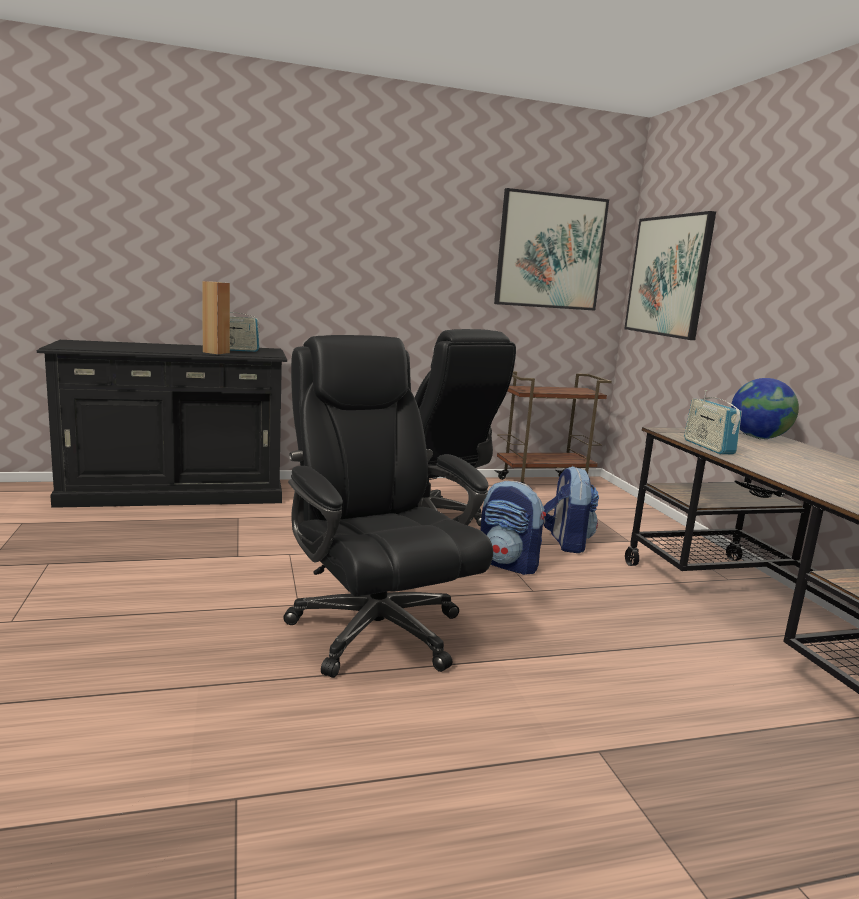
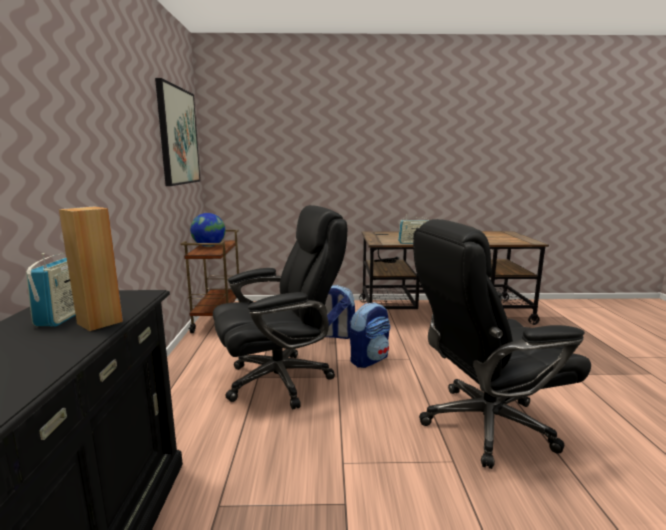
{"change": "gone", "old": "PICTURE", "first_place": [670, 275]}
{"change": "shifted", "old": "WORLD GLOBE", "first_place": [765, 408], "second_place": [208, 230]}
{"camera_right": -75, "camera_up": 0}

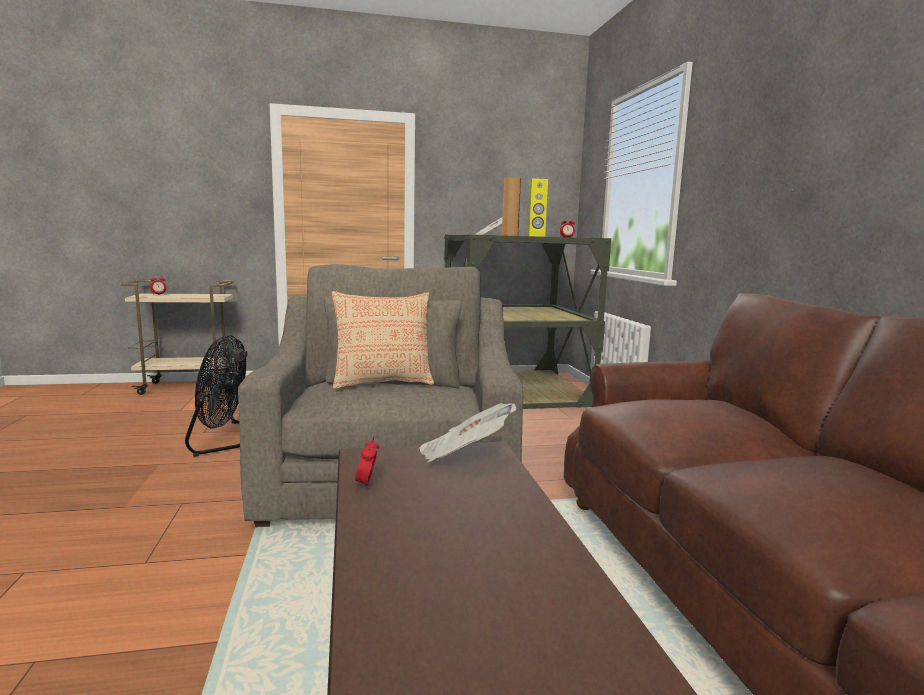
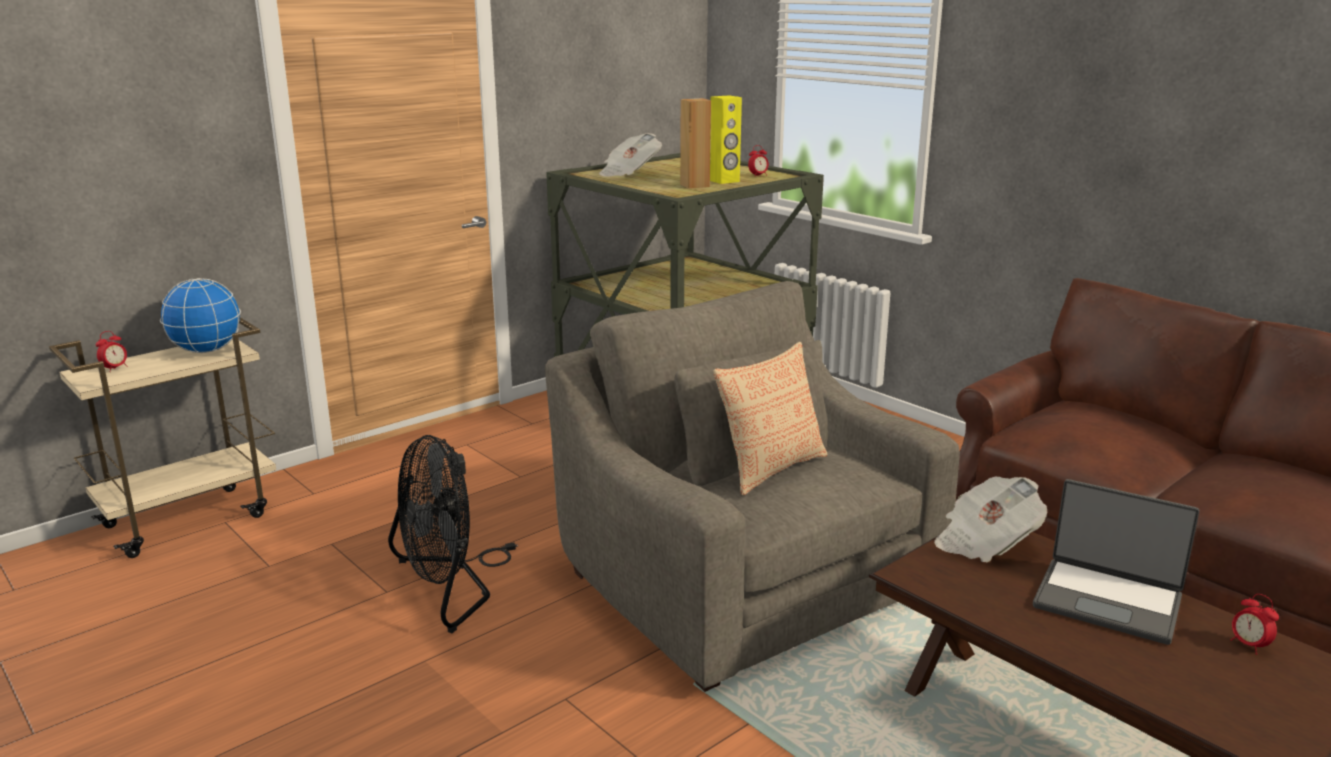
{"change": "new", "new": "WORLD GLOBE", "second_place": [200, 315]}
{"change": "new", "new": "LAPTOP", "second_place": [1116, 562]}
{"change": "shifted", "old": "BEDSIDE CLOCK", "first_place": [367, 463], "second_place": [1254, 624]}
{"camera_right": -30, "camera_up": 10}

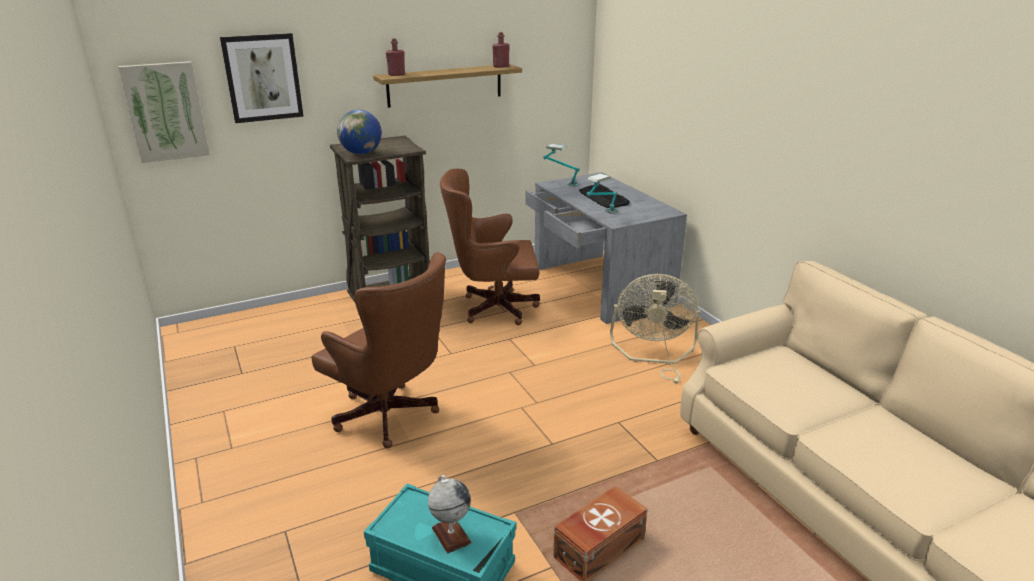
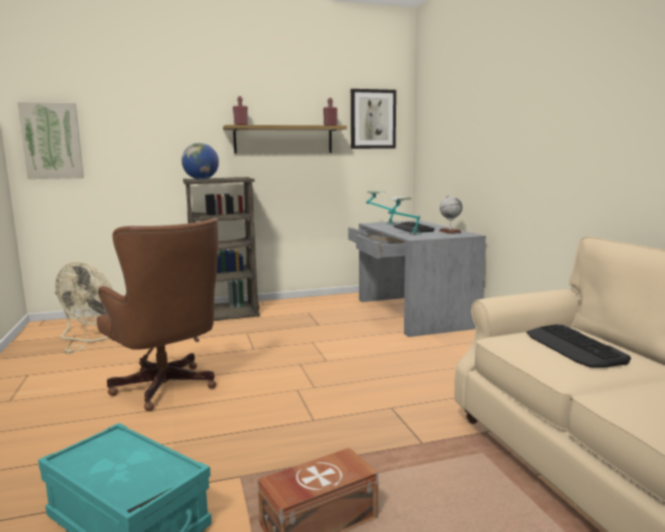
{"change": "gone", "old": "BROWN COMPUTER CHAIR", "first_place": [490, 247]}
{"change": "new", "new": "COMPUTER KEYBOARD", "second_place": [578, 346]}
{"change": "shifted", "old": "PICTURE", "first_place": [262, 78], "second_place": [373, 119]}
{"change": "shifted", "old": "WORLD GLOBE", "first_place": [450, 514], "second_place": [450, 214]}
{"change": "shifted", "old": "BEIGE ELECTRIC FAN", "first_place": [655, 329], "second_place": [84, 308]}
{"camera_right": 10, "camera_up": -15}

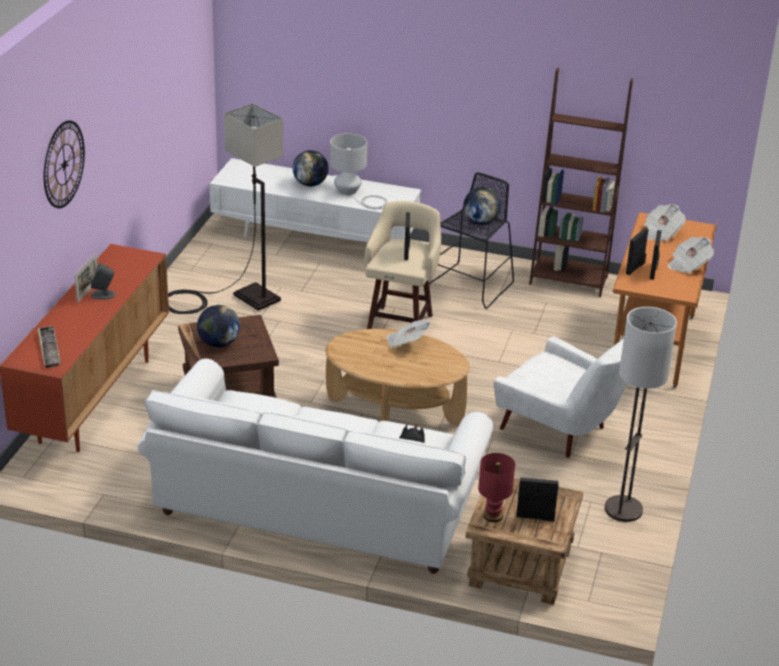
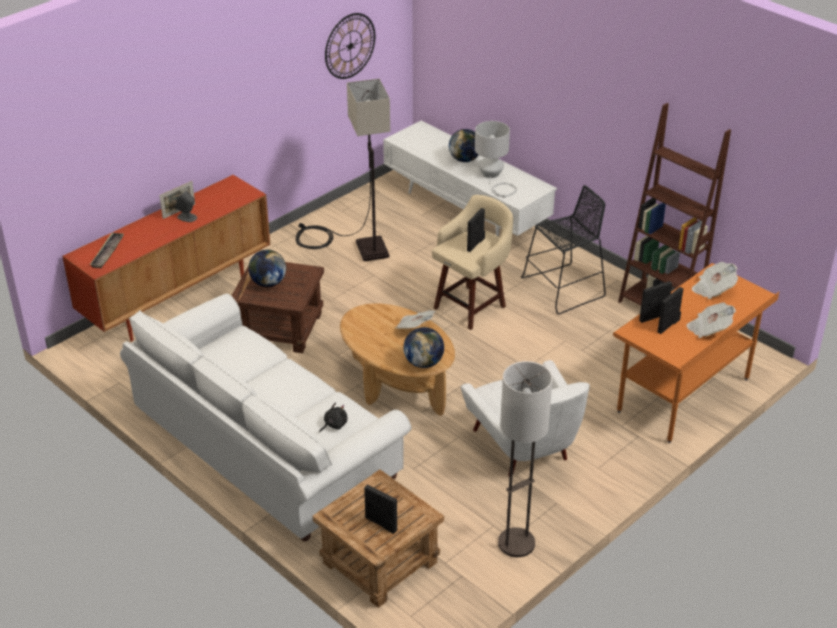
{"change": "gone", "old": "REDDISH TABLE LAMP", "first_place": [496, 487]}
{"change": "shifted", "old": "CLOCK ON THE WALL", "first_place": [64, 164], "second_place": [350, 46]}
{"change": "shifted", "old": "WORLD GLOBE", "first_place": [482, 206], "second_place": [423, 347]}
{"camera_right": 30, "camera_up": 5}

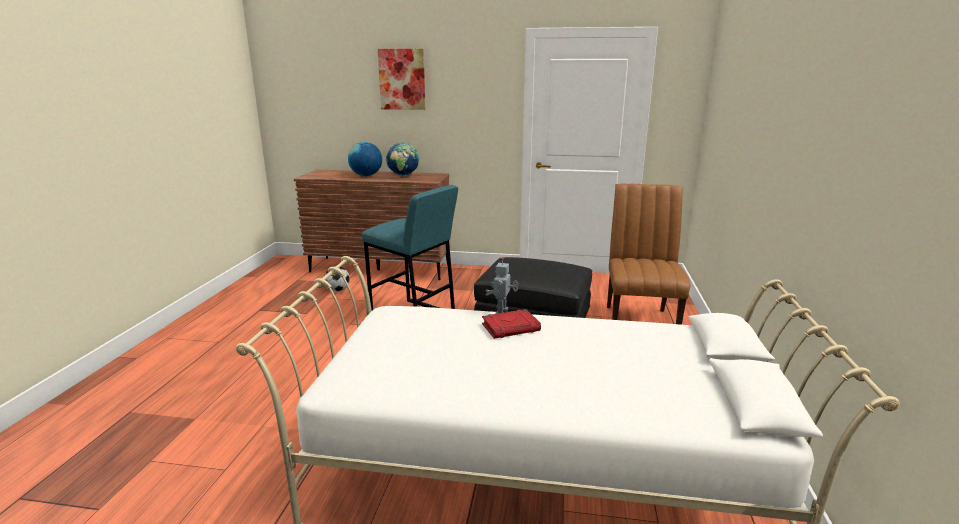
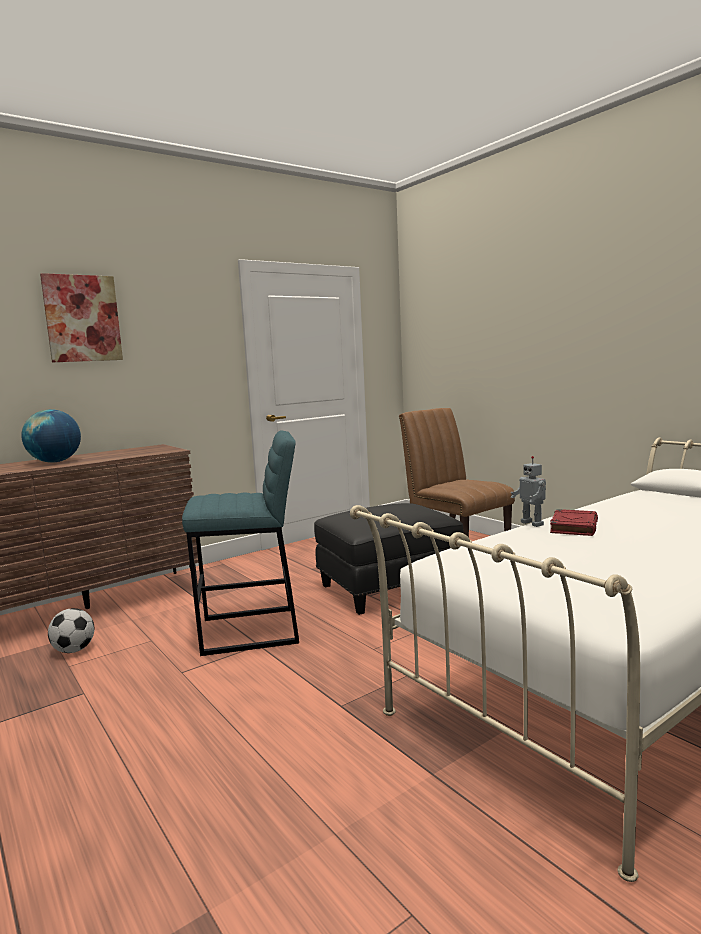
{"change": "gone", "old": "WORLD GLOBE", "first_place": [402, 159]}
{"camera_right": -45, "camera_up": -10}

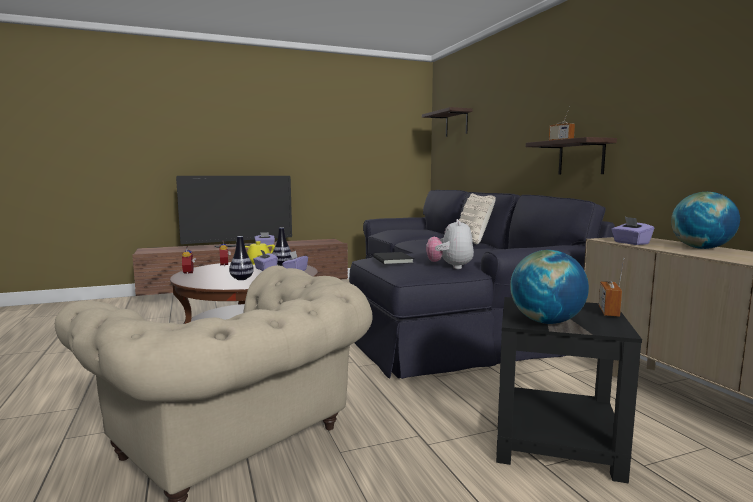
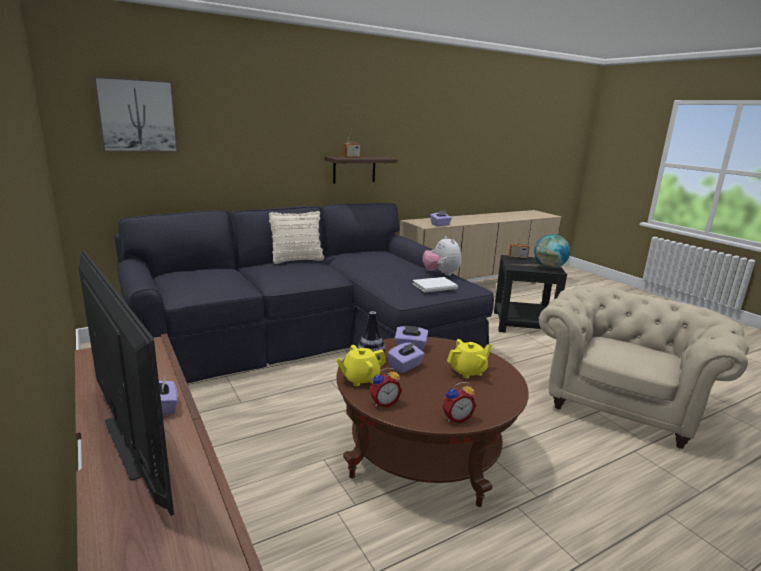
{"change": "gone", "old": "WORLD GLOBE", "first_place": [705, 220]}
{"change": "swapped", "old": "FLOWER VASE", "new": "YELLOW TEAPOT", "first_place": [241, 258], "second_place": [469, 359]}
{"change": "swapped", "old": "WALL SHELF", "new": "PICTURE", "first_place": [447, 122], "second_place": [135, 114]}
{"change": "repainted", "old": "BLACK VOLUME", "new": "WHITE VOLUME", "first_place": [393, 258], "second_place": [435, 284]}
{"change": "rotated", "old": "PLUSH TOY", "first_place": [450, 244], "second_place": [441, 256], "degrees": 75}
{"camera_right": -100, "camera_up": 10}

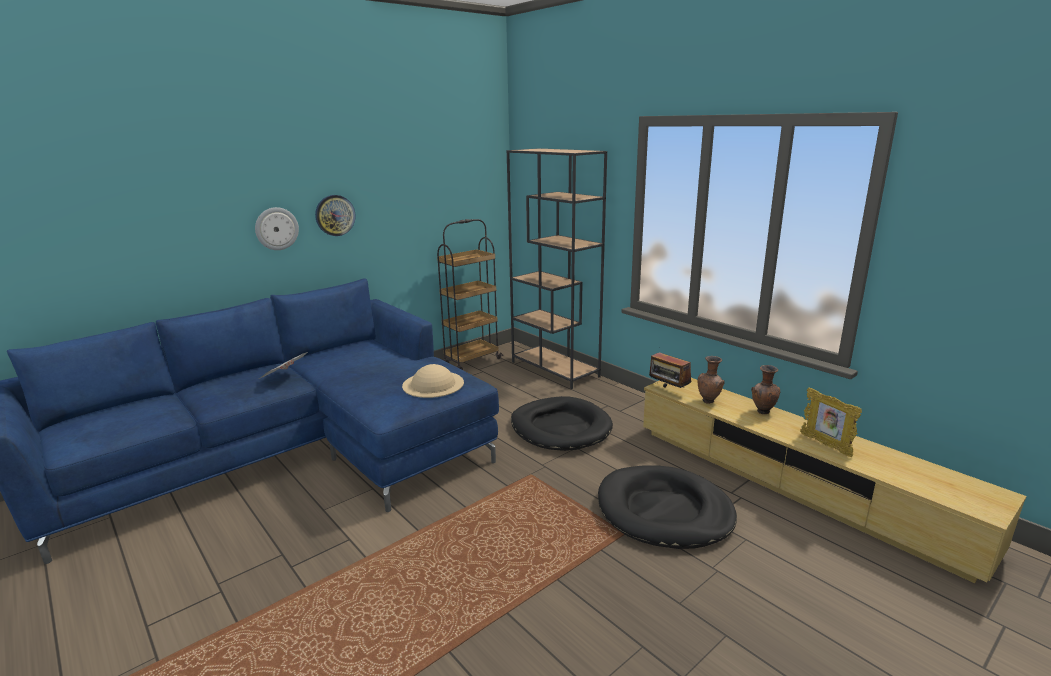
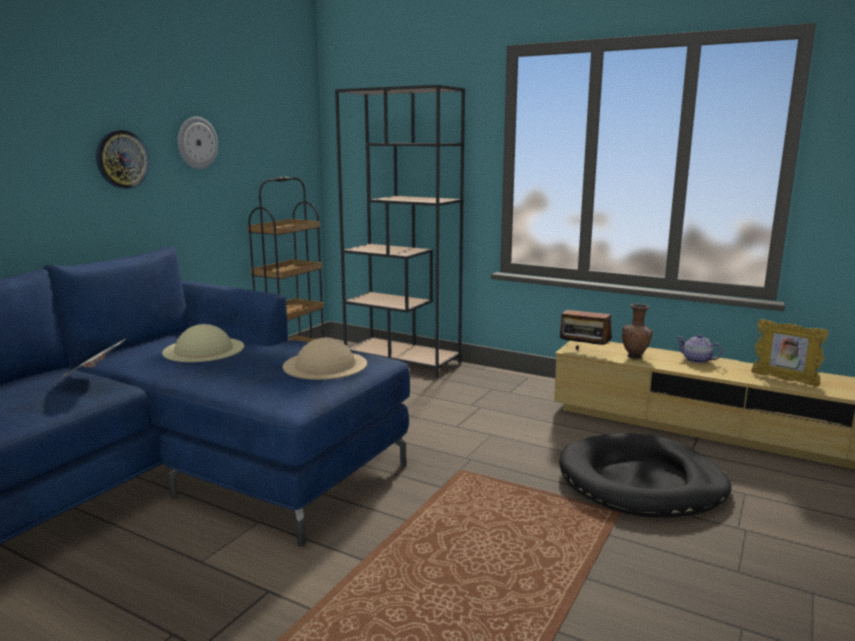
{"change": "gone", "old": "BLACK DOG BED", "first_place": [562, 423]}
{"change": "new", "new": "BEIGE CLOTHING HAT", "second_place": [203, 343]}
{"change": "shifted", "old": "CLOCK ON THE WALL", "first_place": [277, 228], "second_place": [198, 143]}
{"change": "swapped", "old": "BROWN FLOWER VASE", "new": "TEAPOT", "first_place": [765, 389], "second_place": [700, 348]}
{"camera_right": -20, "camera_up": -5}

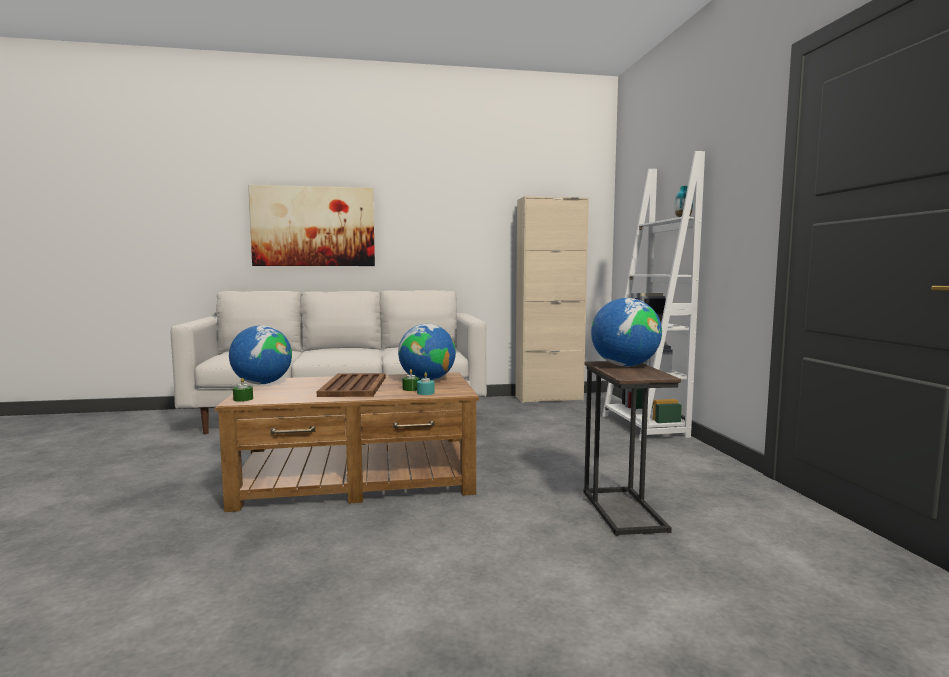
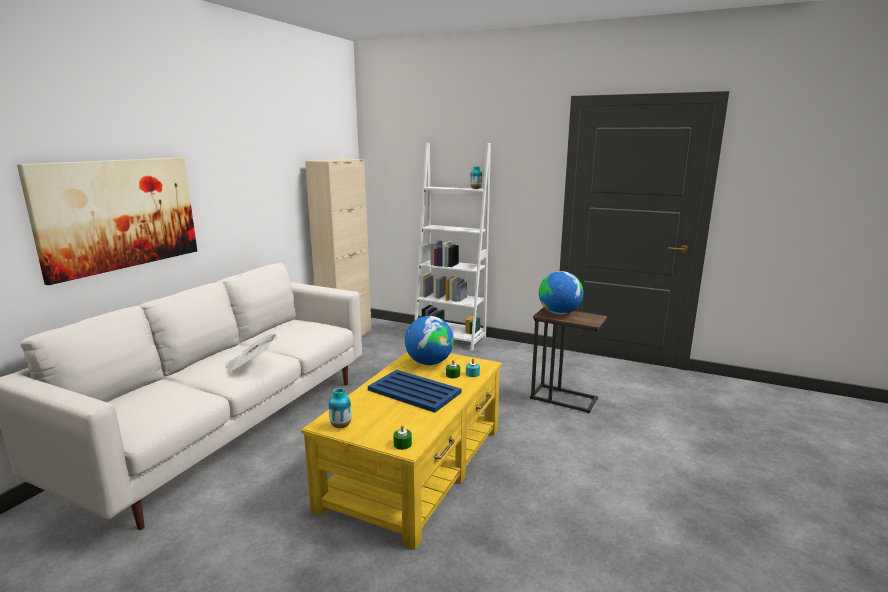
{"change": "new", "new": "DAILY PAPER", "second_place": [251, 353]}
{"change": "swapped", "old": "WORLD GLOBE", "new": "FLOWER VASE", "first_place": [260, 354], "second_place": [340, 408]}
{"change": "repainted", "old": "BROWN LOW TABLE", "new": "YELLOW LOW TABLE", "first_place": [347, 442], "second_place": [401, 451]}
{"change": "repainted", "old": "BROWN SERVING TRAY", "new": "BLUE SERVING TRAY", "first_place": [351, 385], "second_place": [415, 391]}
{"camera_right": -55, "camera_up": 10}

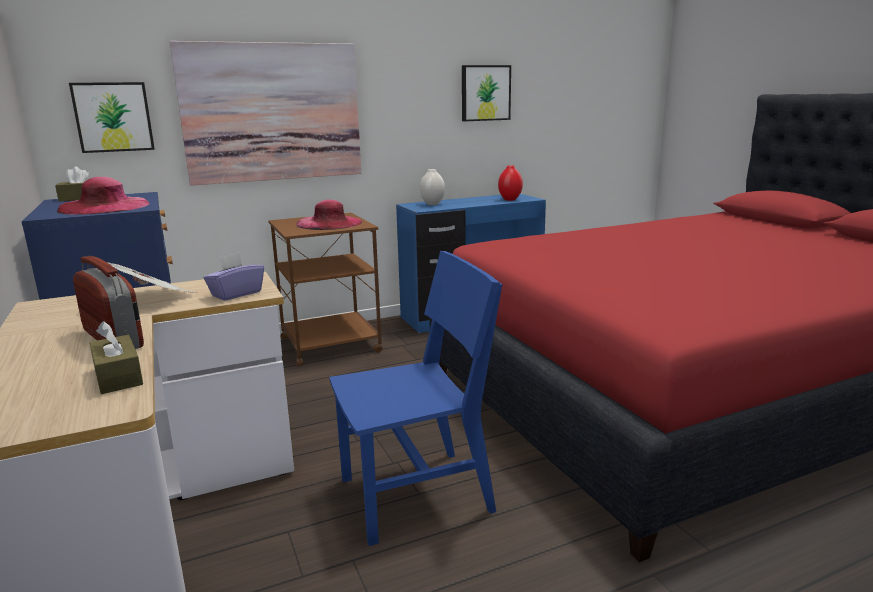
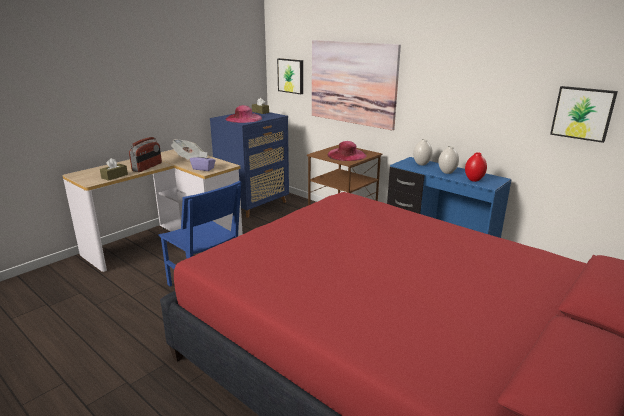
{"change": "new", "new": "WHITE FLOWER VASE", "second_place": [448, 160]}
{"change": "shifted", "old": "PICTURE", "first_place": [486, 93], "second_place": [584, 114]}
{"camera_right": 65, "camera_up": 5}

